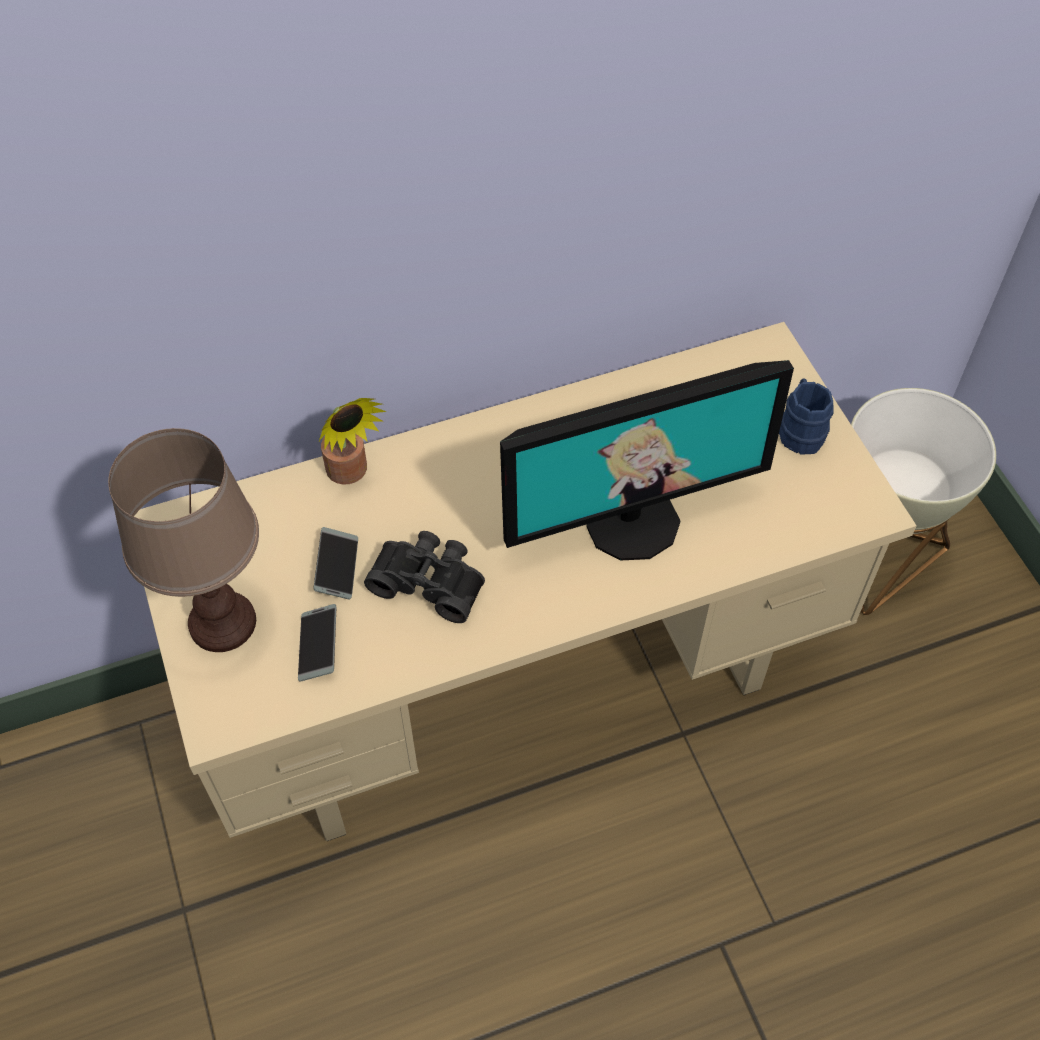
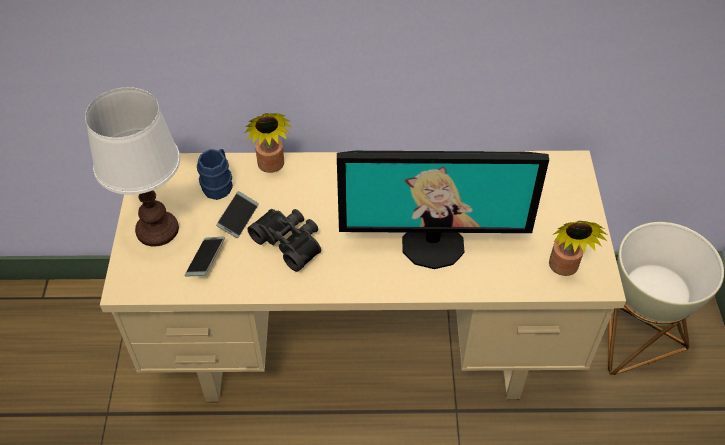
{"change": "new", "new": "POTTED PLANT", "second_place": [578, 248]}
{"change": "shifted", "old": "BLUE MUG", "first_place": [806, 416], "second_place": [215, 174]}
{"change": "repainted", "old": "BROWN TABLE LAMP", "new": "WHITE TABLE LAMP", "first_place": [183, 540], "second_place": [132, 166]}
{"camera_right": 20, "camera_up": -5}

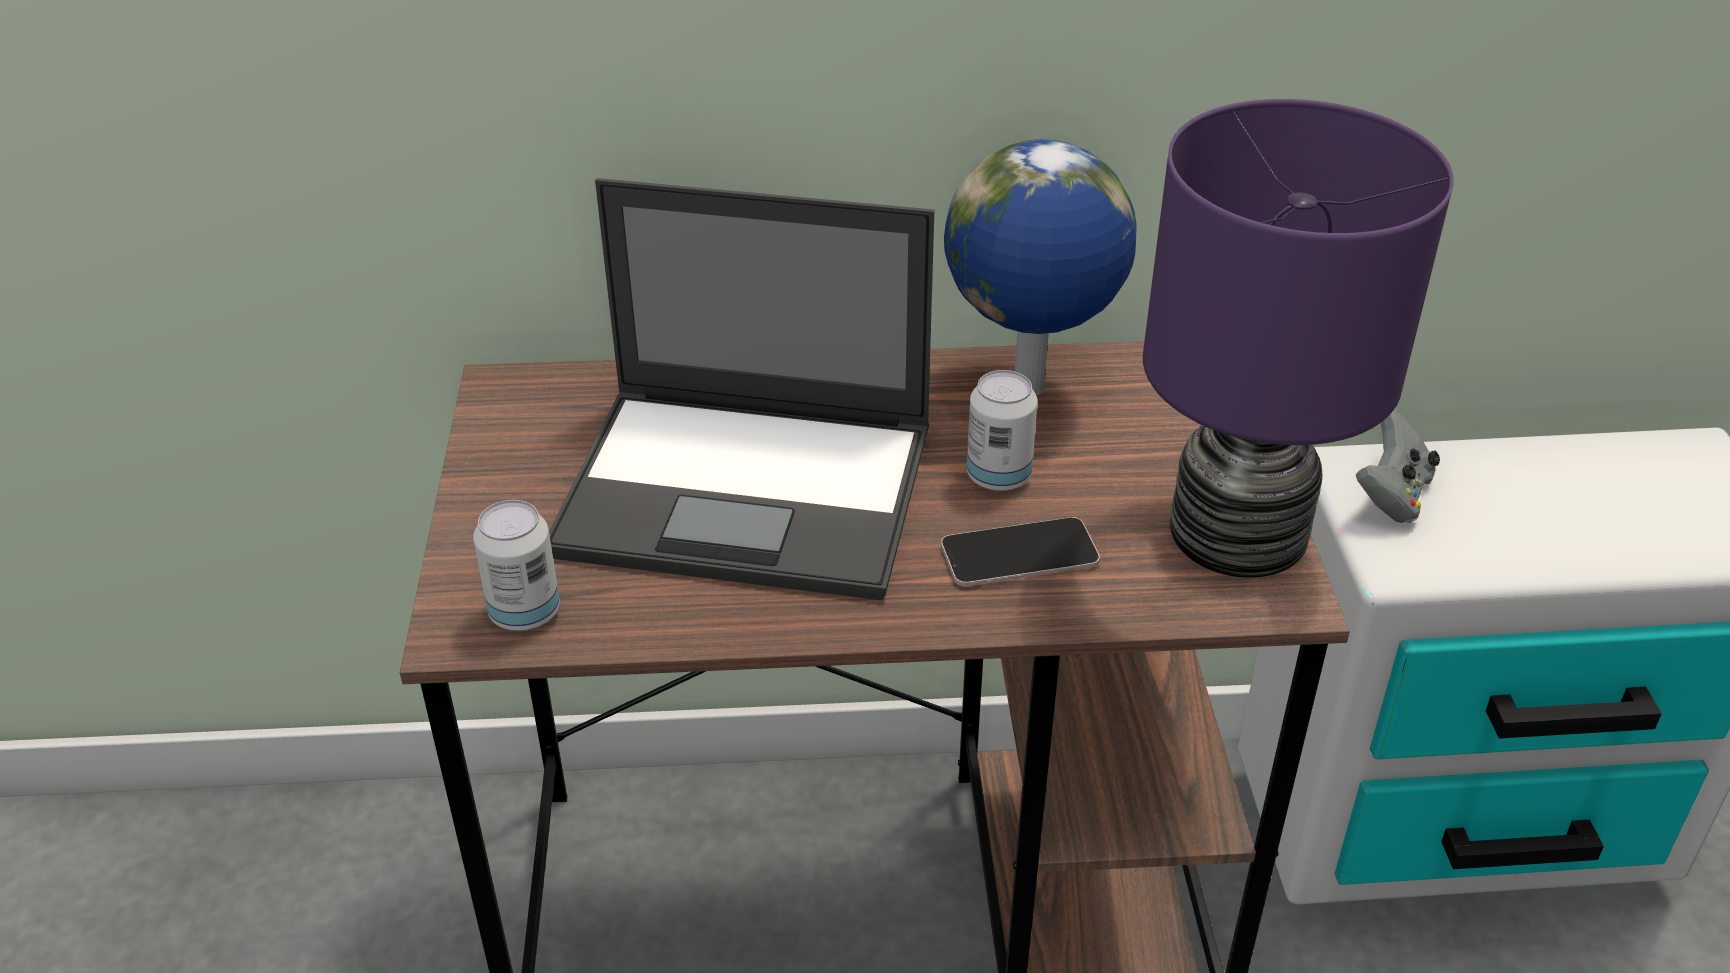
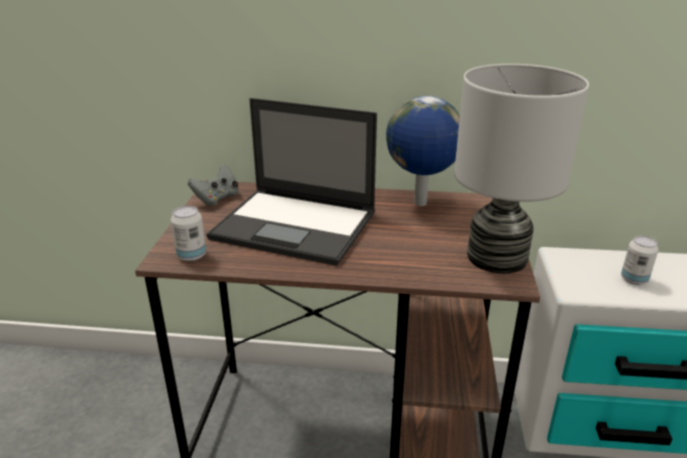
{"change": "gone", "old": "TELEPHONE", "first_place": [1020, 551]}
{"change": "shifted", "old": "CAN", "first_place": [1002, 431], "second_place": [639, 260]}
{"change": "shifted", "old": "GRAY GAMEPAD", "first_place": [1398, 466], "second_place": [213, 185]}
{"change": "repainted", "old": "PURPLE TABLE LAMP", "new": "GRAY TABLE LAMP", "first_place": [1298, 338], "second_place": [521, 168]}
{"camera_right": 10, "camera_up": -10}

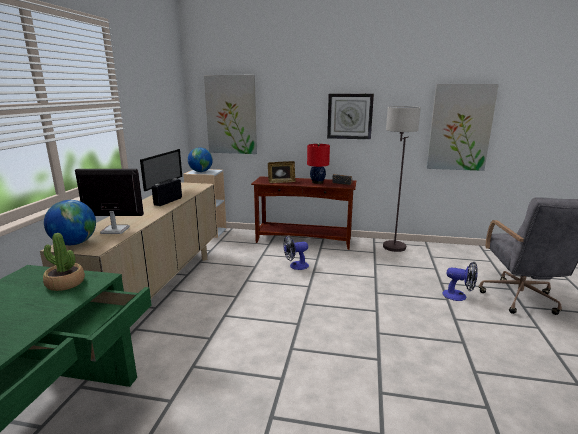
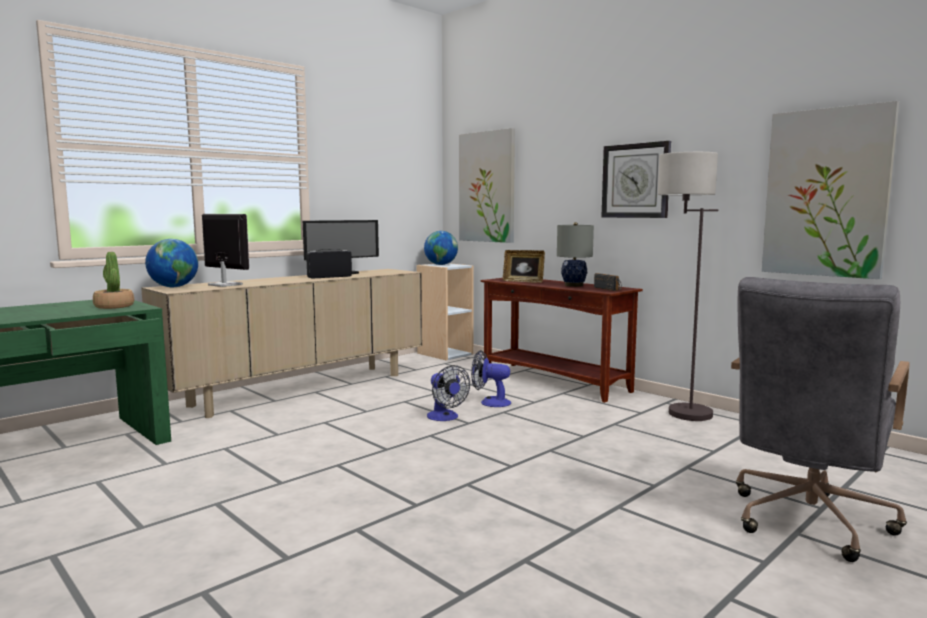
{"change": "shifted", "old": "ELECTRIC FAN", "first_place": [460, 281], "second_place": [448, 393]}
{"change": "repainted", "old": "REDDISH TABLE LAMP", "new": "GRAY TABLE LAMP", "first_place": [318, 163], "second_place": [575, 254]}
{"camera_right": 35, "camera_up": -10}

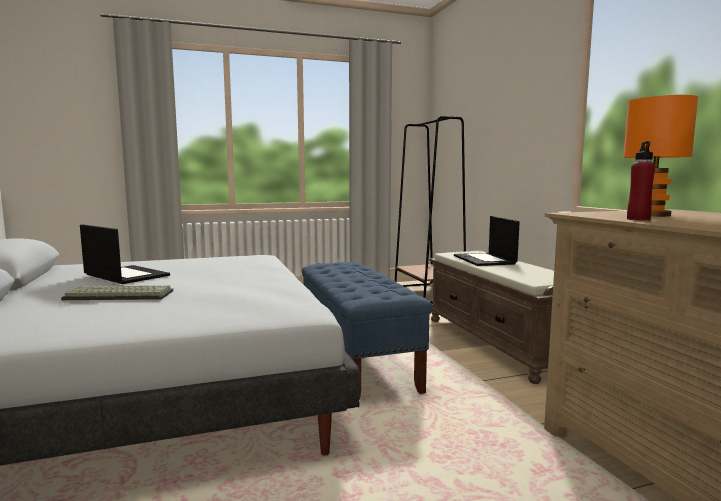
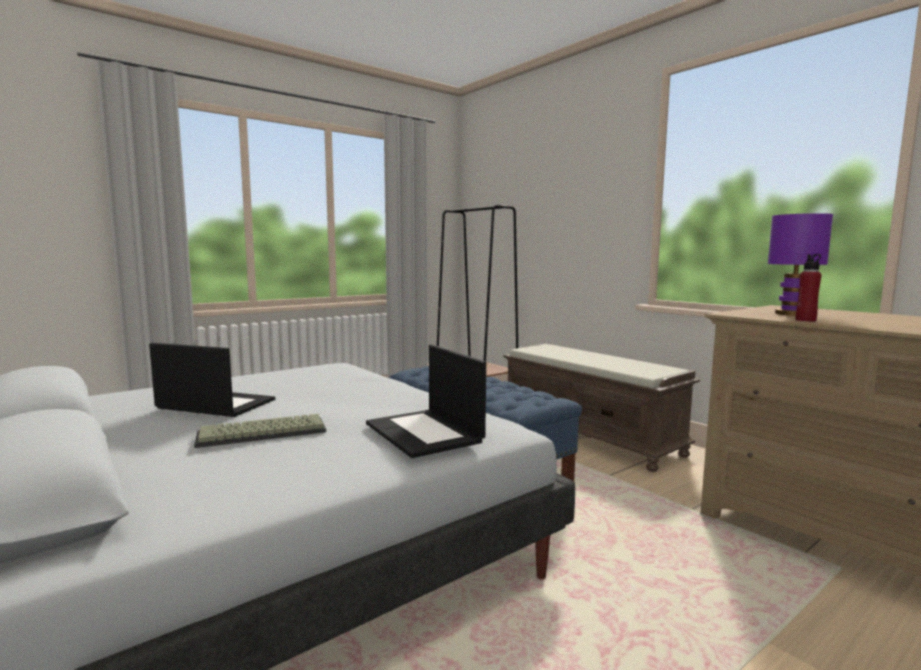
{"change": "shifted", "old": "LAPTOP", "first_place": [487, 241], "second_place": [426, 401]}
{"change": "repainted", "old": "ORANGE TABLE LAMP", "new": "PURPLE TABLE LAMP", "first_place": [660, 156], "second_place": [800, 264]}
{"camera_right": -20, "camera_up": 0}

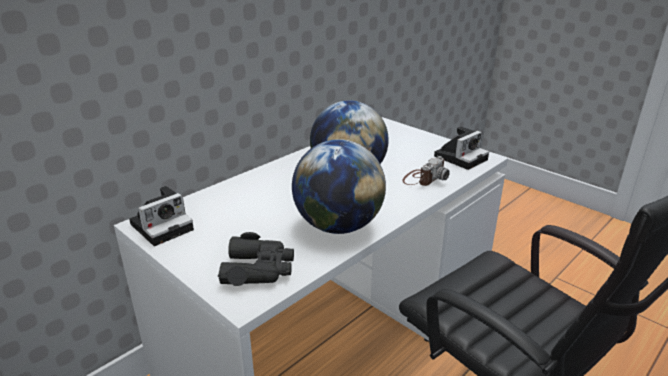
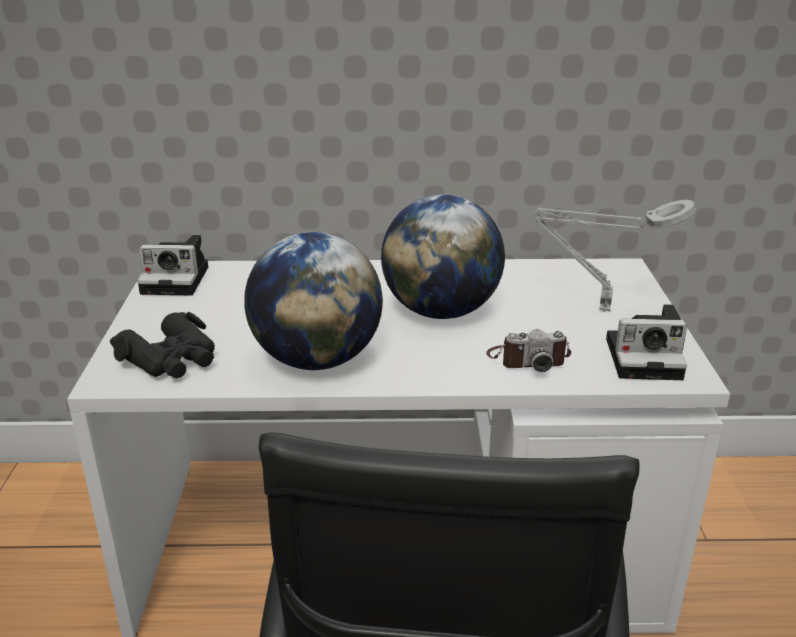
{"change": "new", "new": "GRAY TABLE LAMP", "second_place": [614, 256]}
{"camera_right": 45, "camera_up": 0}

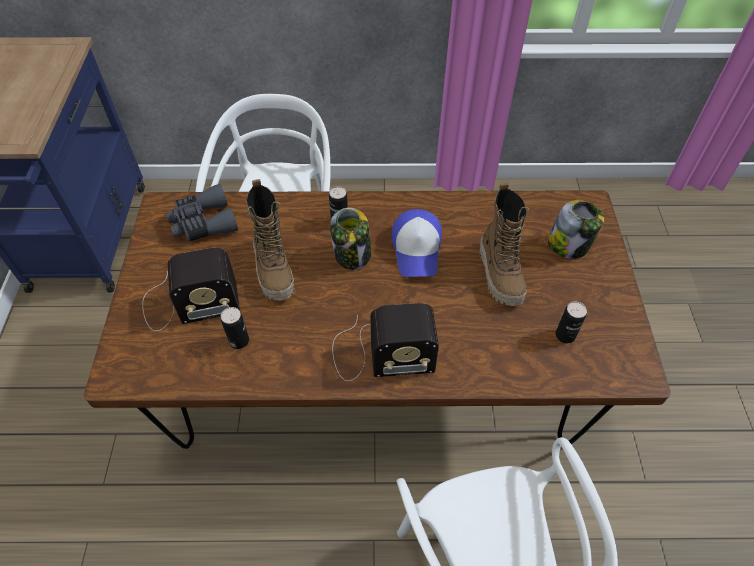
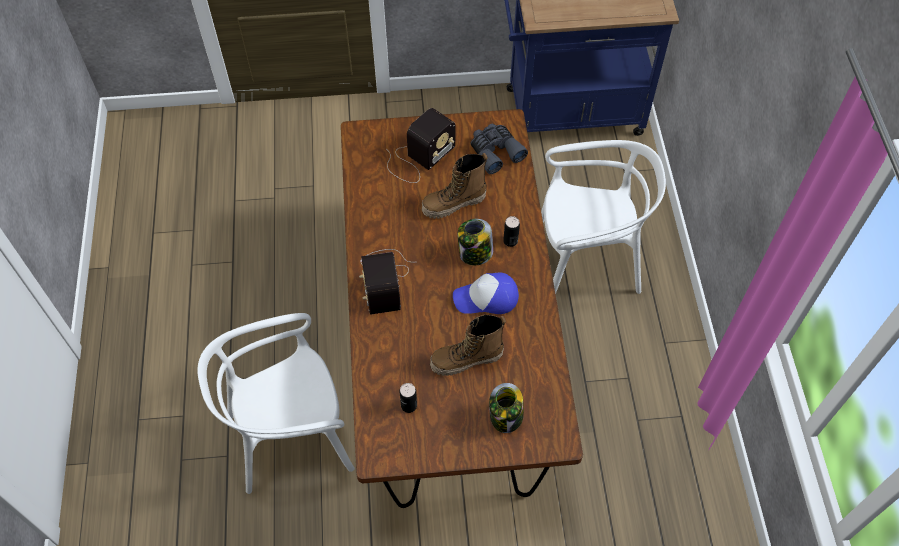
{"change": "gone", "old": "CAN", "first_place": [235, 328]}
{"change": "rotated", "old": "RADIO SET", "first_place": [191, 289], "second_place": [420, 145], "degrees": -120}
{"camera_right": 85, "camera_up": 5}

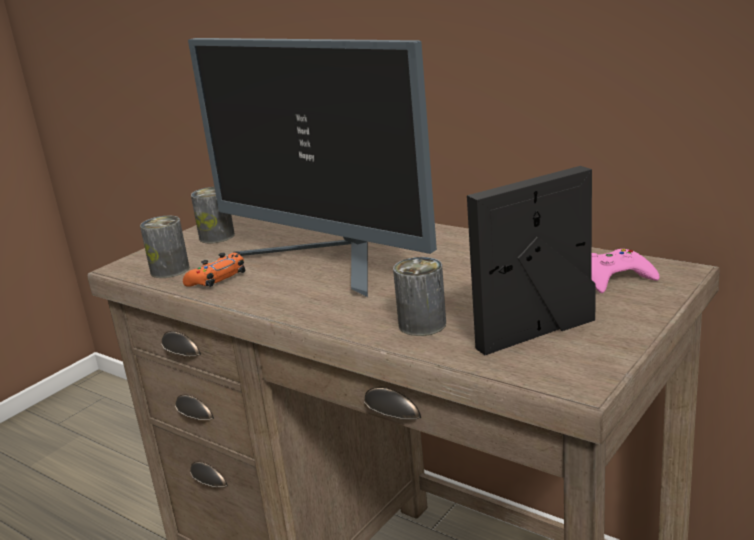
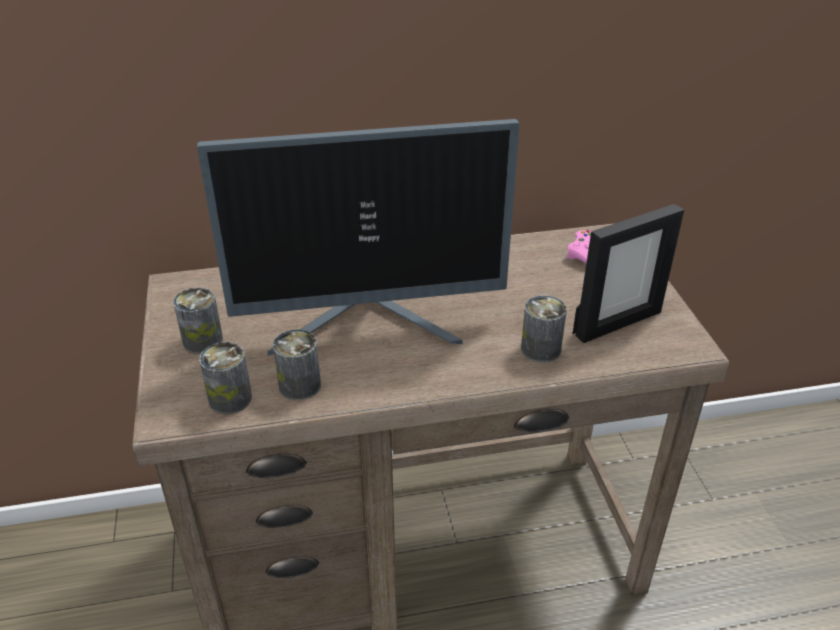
{"change": "swapped", "old": "ORANGE GAMEPAD", "new": "CAN", "first_place": [214, 270], "second_place": [297, 365]}
{"change": "rotated", "old": "PHOTO FRAME", "first_place": [531, 260], "second_place": [628, 273], "degrees": -135}
{"camera_right": -50, "camera_up": 15}

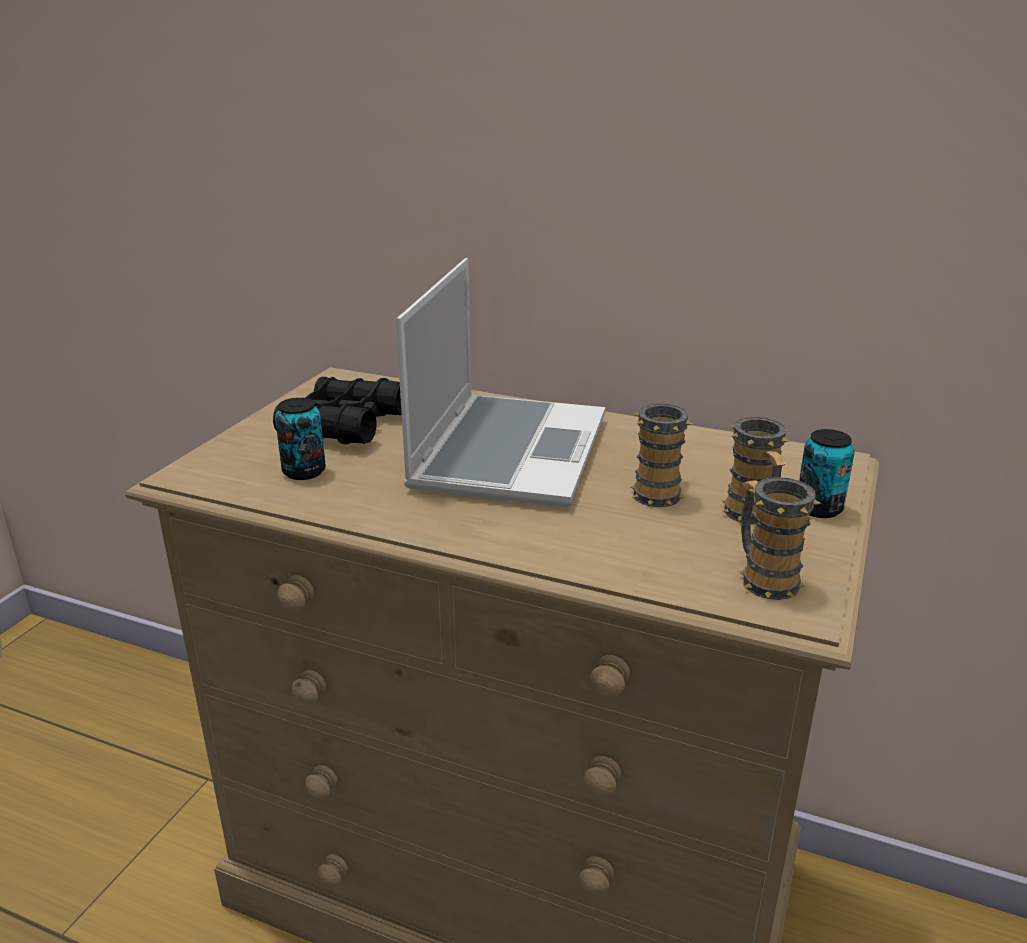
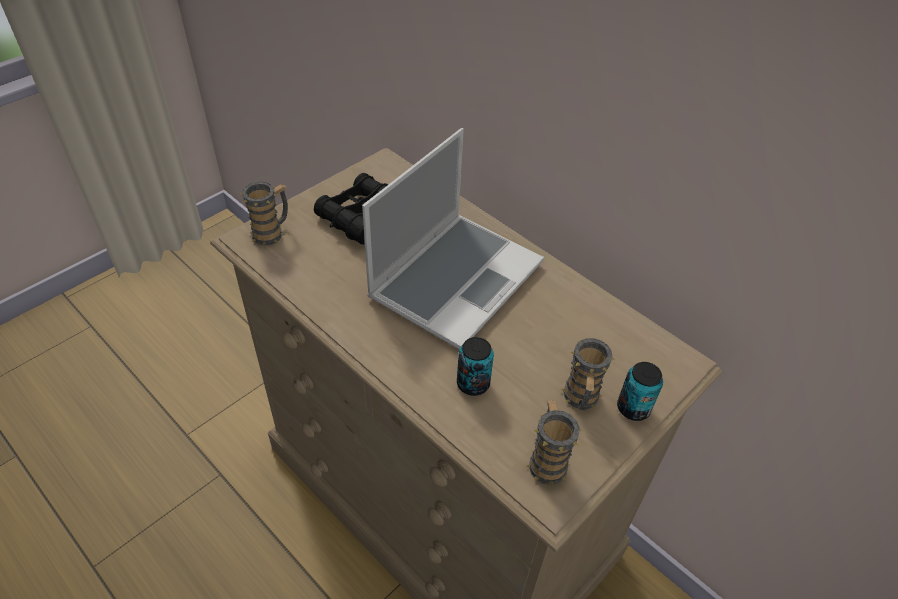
{"change": "shifted", "old": "CAN", "first_place": [300, 438], "second_place": [475, 366]}
{"change": "shifted", "old": "MUG", "first_place": [661, 455], "second_place": [264, 213]}
{"camera_right": 20, "camera_up": 20}

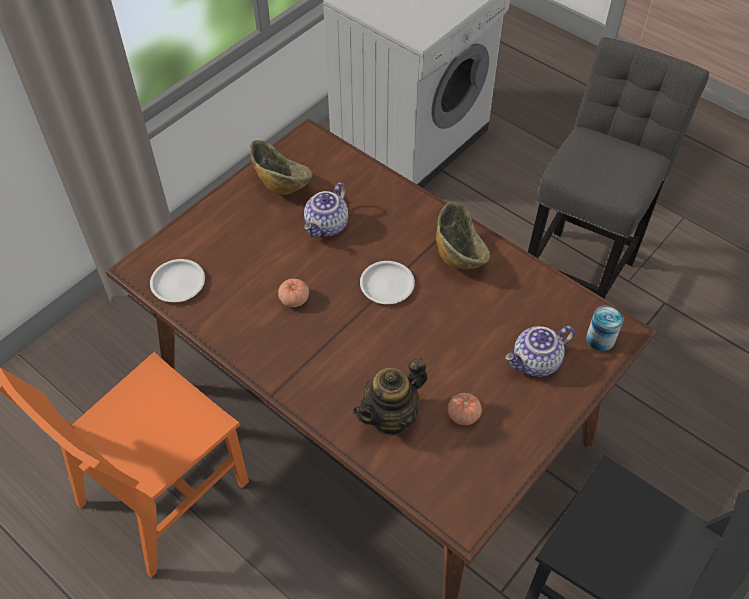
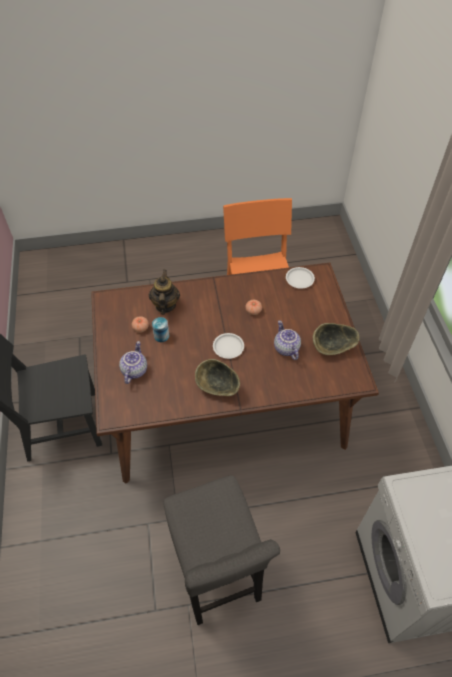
{"change": "shifted", "old": "CAN", "first_place": [605, 328], "second_place": [160, 329]}
{"camera_right": 130, "camera_up": 0}

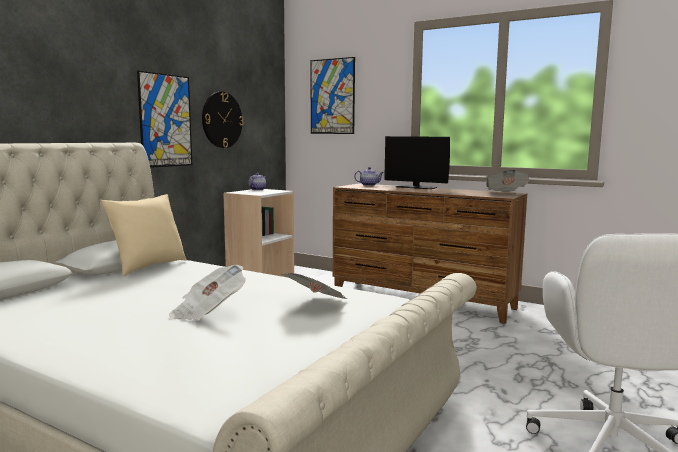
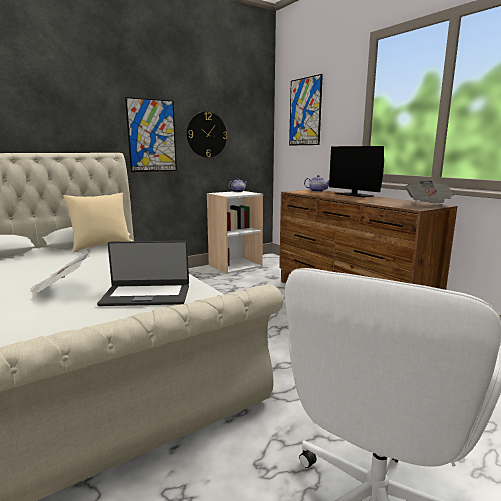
{"change": "swapped", "old": "DAILY PAPER", "new": "LAPTOP", "first_place": [314, 286], "second_place": [143, 273]}
{"camera_right": 25, "camera_up": 5}

